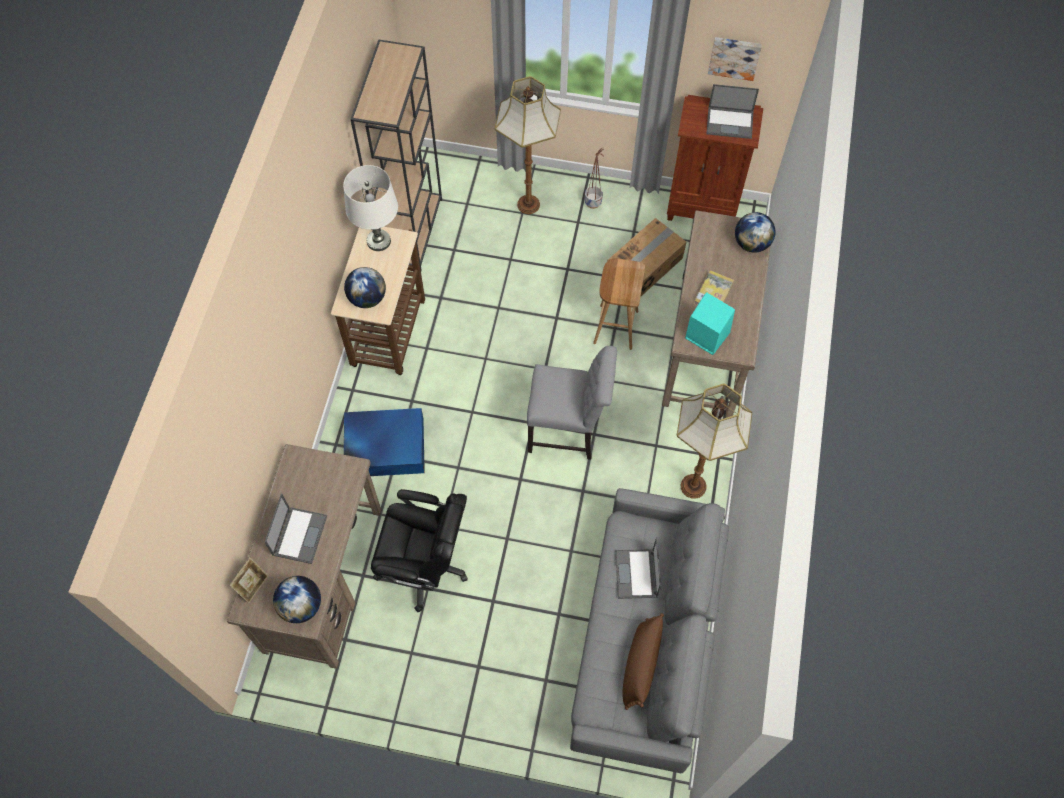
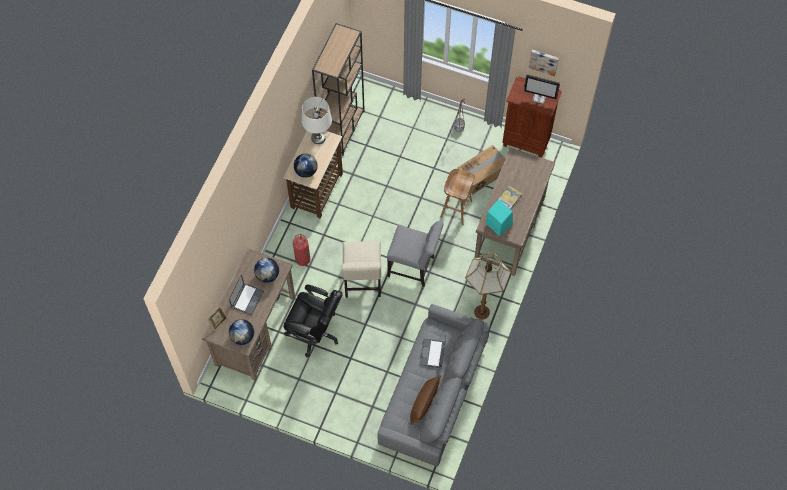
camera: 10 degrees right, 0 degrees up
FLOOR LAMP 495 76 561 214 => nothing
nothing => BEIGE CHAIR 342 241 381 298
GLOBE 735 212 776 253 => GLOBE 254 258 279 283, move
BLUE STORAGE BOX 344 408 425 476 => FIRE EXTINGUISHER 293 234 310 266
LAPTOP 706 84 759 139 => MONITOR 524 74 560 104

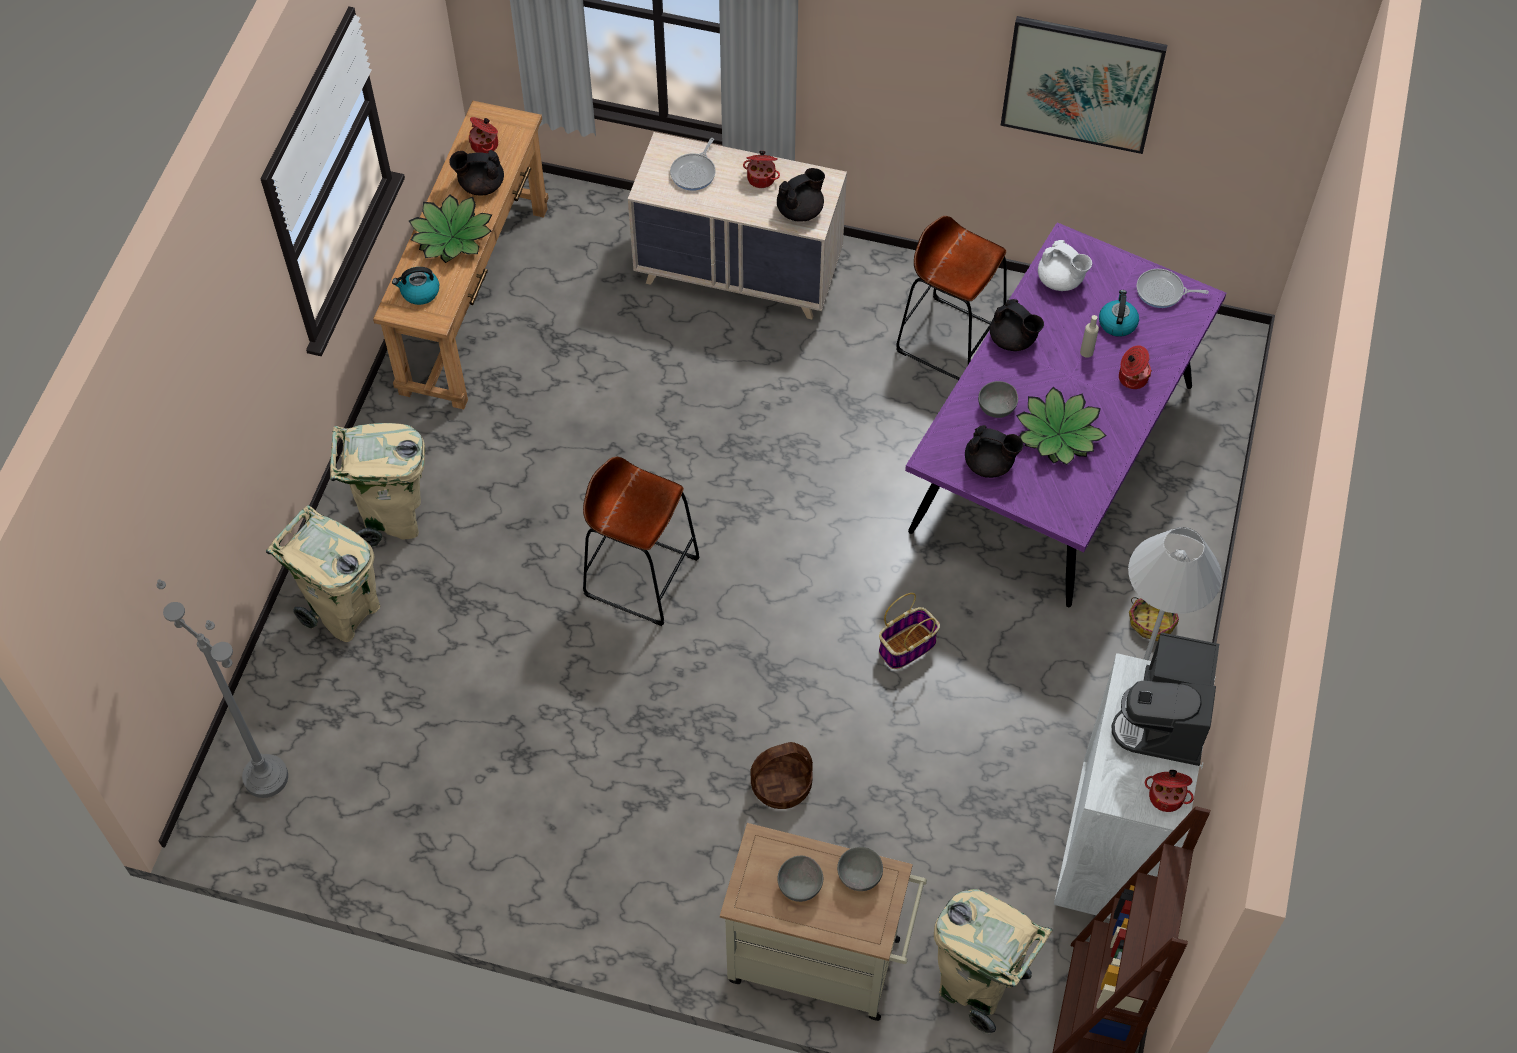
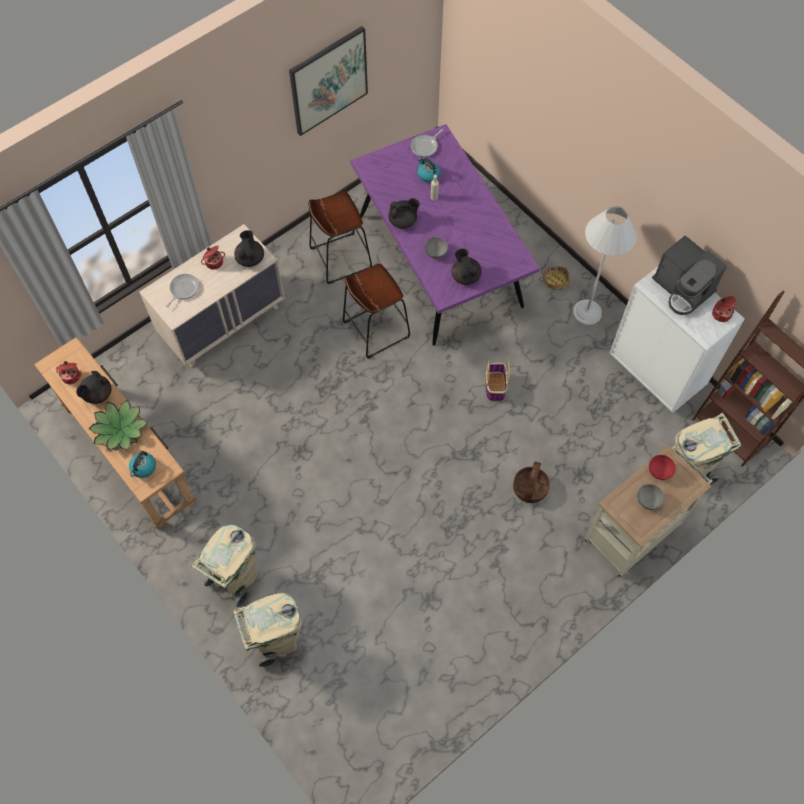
camera: 55 degrees left, 5 degrees up
GREY FLOOR LAMP 157 579 288 798 => nothing
POTTED PLANT 1016 387 1107 465 => nothing
WHITE TEAPOT 1038 240 1092 291 => nothing
COOKING POT 1119 345 1151 389 => nothing
BROWN STOOL 583 457 700 626 => BROWN STOOL 343 263 411 359, move
GREY BOWL 837 847 883 891 => RED BOWL 649 455 676 480
FRYING PAN 670 138 716 191 => FRYING PAN 166 274 199 308, 120 degrees counterclockwise
BLACK TEAPOT 965 425 1023 478 => BLACK TEAPOT 452 249 482 285, 75 degrees counterclockwise

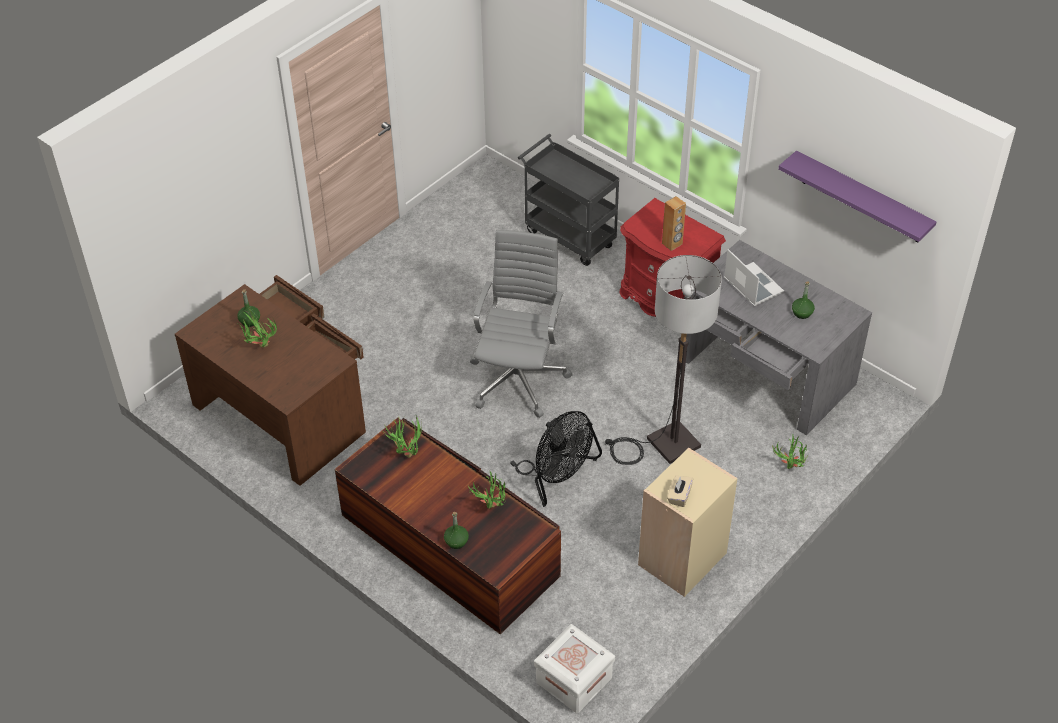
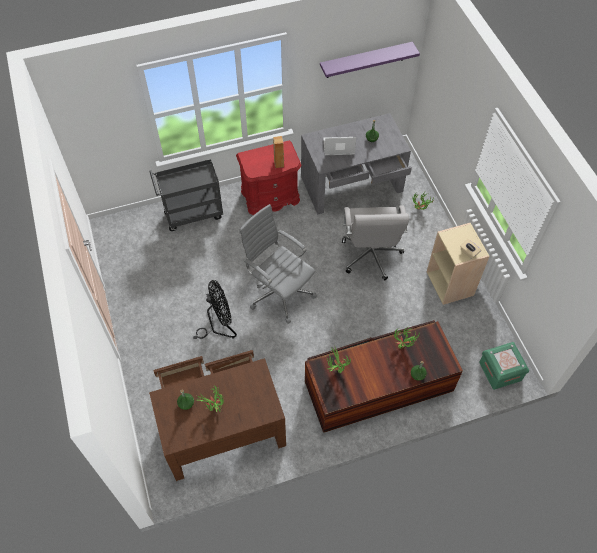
camera: 60 degrees left, 10 degrees up
BLACK FAN 510 411 602 507 => BLACK FAN 193 280 237 339, move
FLOOR LAMP 605 255 722 465 => GREY OFFICE CHAIR 342 205 409 280
WHITE STORAGE BOX 534 624 615 713 => GREEN STORAGE BOX 479 342 530 390

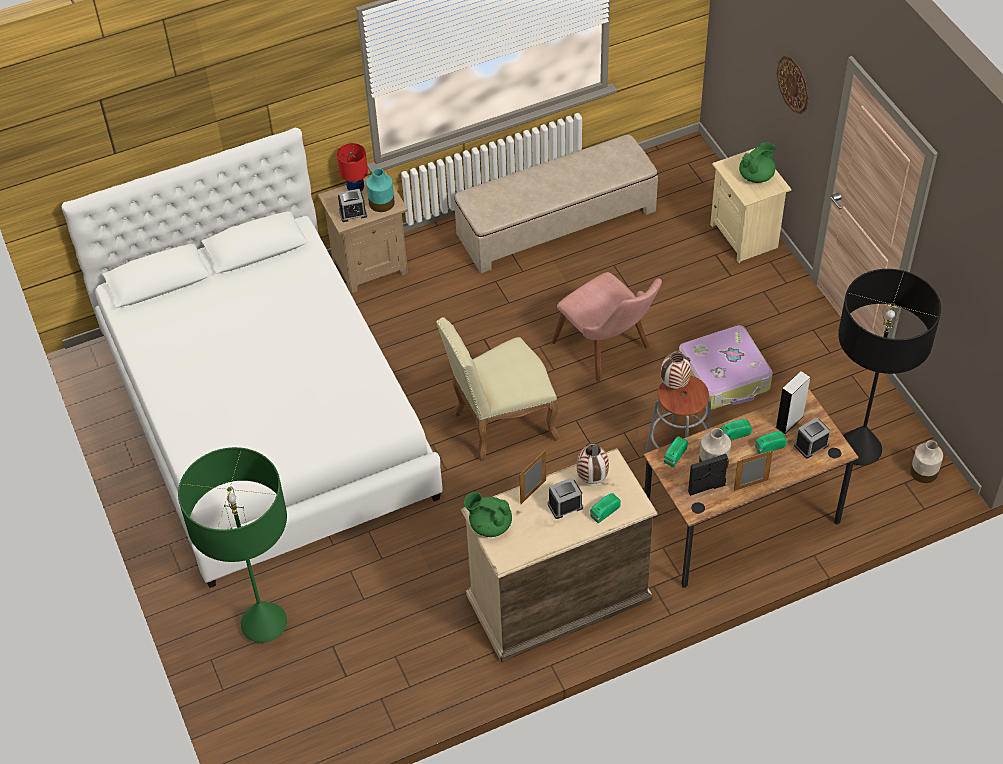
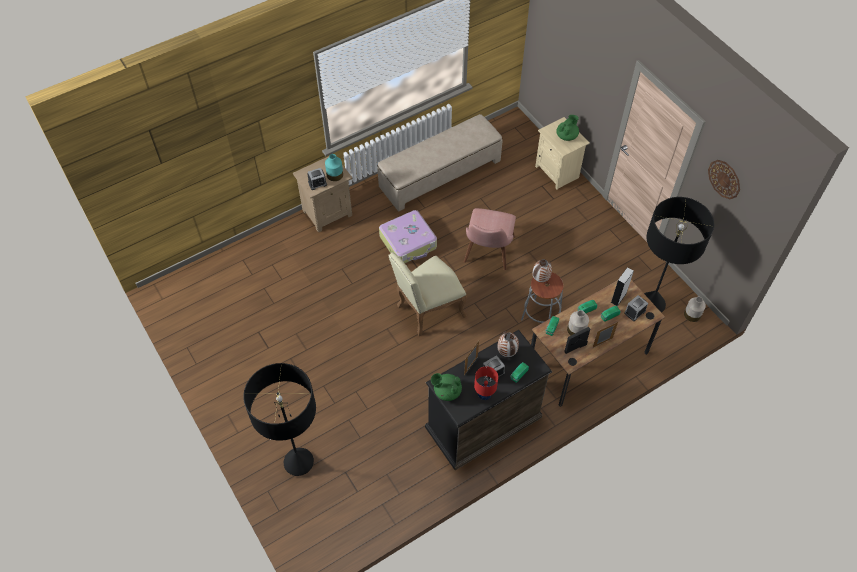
camera: 10 degrees left, 5 degrees up
WHITE BED 62 127 443 588 => nothing
RED TABLE LAMP 337 143 368 191 => RED TABLE LAMP 474 366 498 400, move
SUITCASE 679 325 773 410 => SUITCASE 379 210 437 263, move
WALL CLOCK 777 56 809 114 => WALL CLOCK 708 160 740 199, move
GREEN FLOOR LAMP 178 447 287 643 => BLACK FLOOR LAMP 243 363 316 476
BEIGE DRESSER 461 448 658 662 => BLACK DRESSER 425 330 552 470
PINK CHAIR 552 272 662 381 => PINK CHAIR 464 208 516 270, 60 degrees clockwise

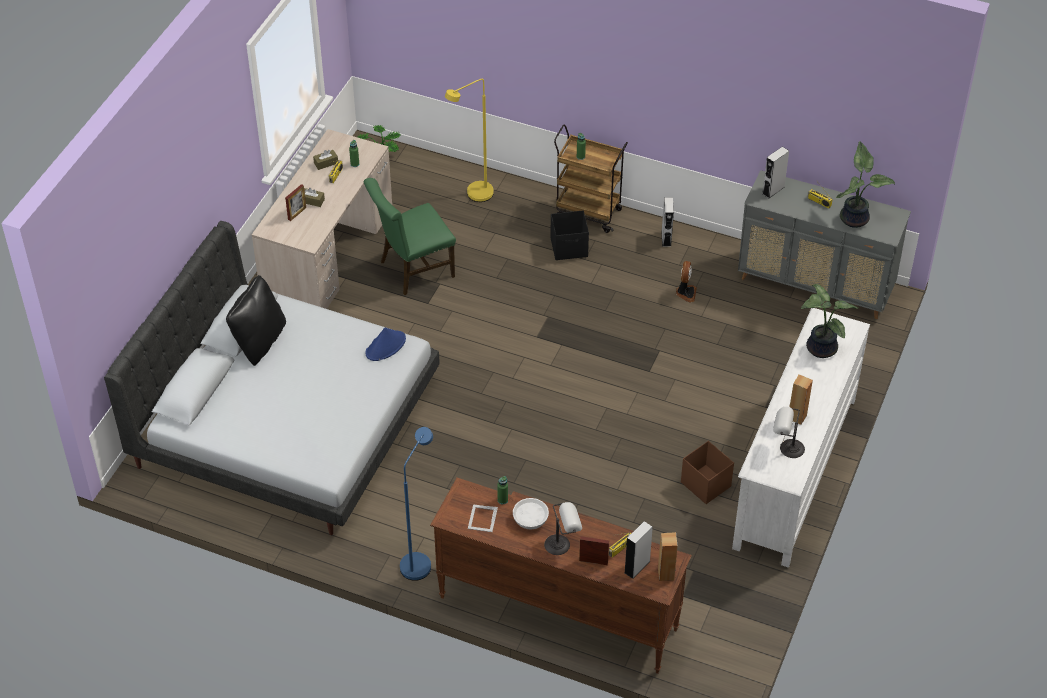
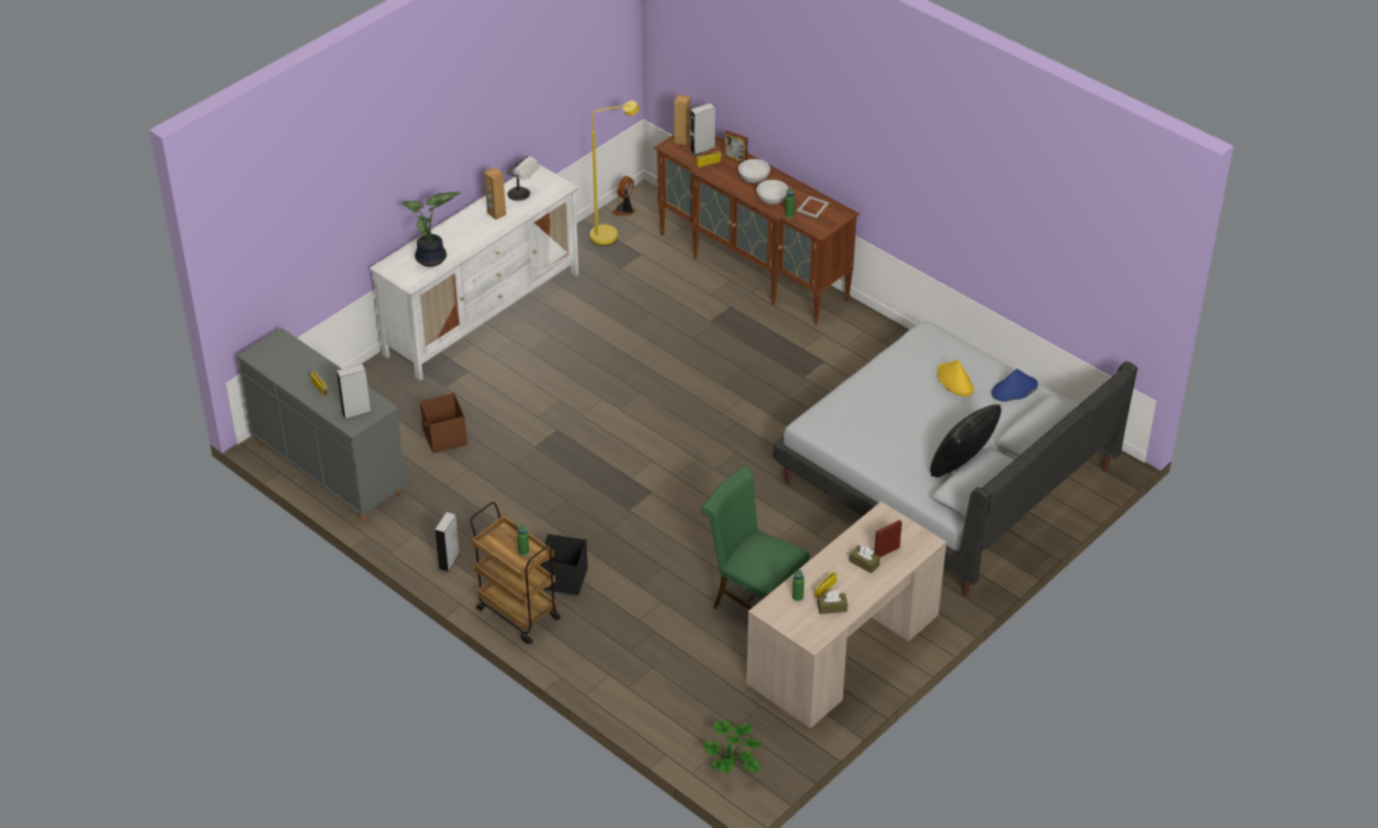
camera: 160 degrees left, 5 degrees down
BLUE FLOOR LAMP 400 427 433 581 => nothing
POTTED PLANT 836 141 895 228 => nothing
nothing => YELLOW HAT 936 360 974 397
BLUE HAT 366 327 406 361 => BLUE HAT 991 369 1038 402, move
YELLOW FLOOR LAMP 445 79 494 202 => YELLOW FLOOR LAMP 590 101 639 246, move
FAN 676 261 697 302 => FAN 611 176 635 216, move
BROWN STORAGE BOX 681 441 734 504 => BROWN STORAGE BOX 420 393 467 454, move
TABLE LAMP 544 502 582 555 => WHITE BOWL 738 159 770 183
GREEN CHAIR 364 178 456 295 => GREEN CHAIR 701 466 810 610, 135 degrees counterclockwise

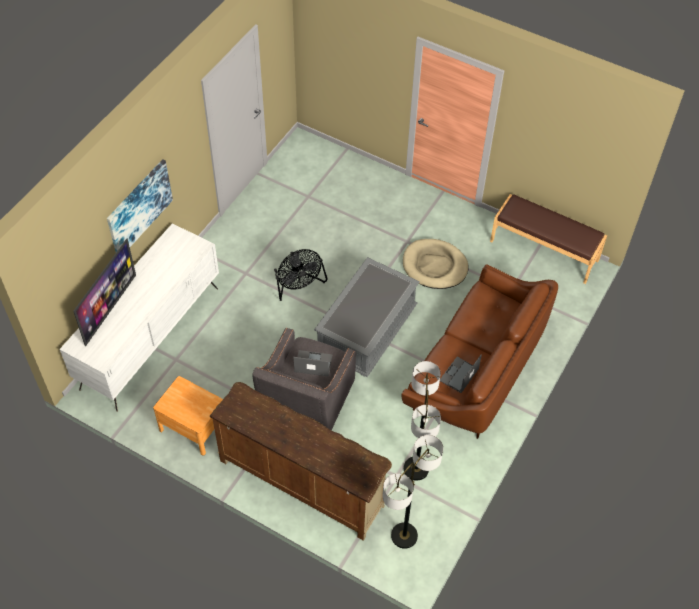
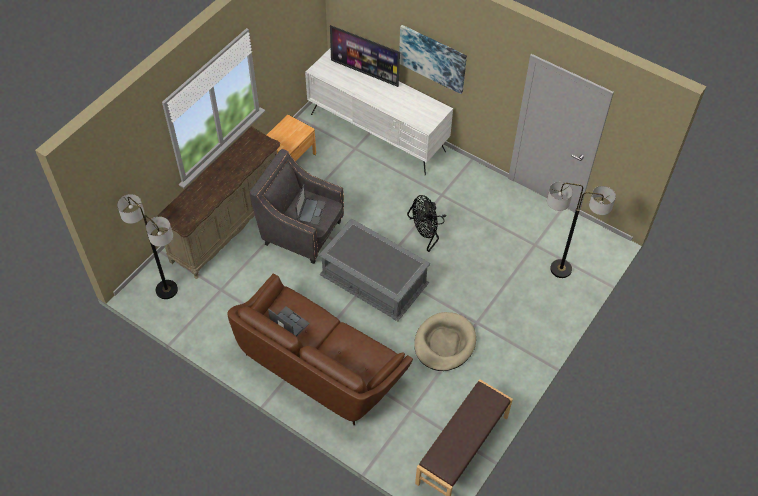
camera: 95 degrees right, 0 degrees up
FLOOR LAMP 404 361 441 481 => FLOOR LAMP 547 182 616 278, move

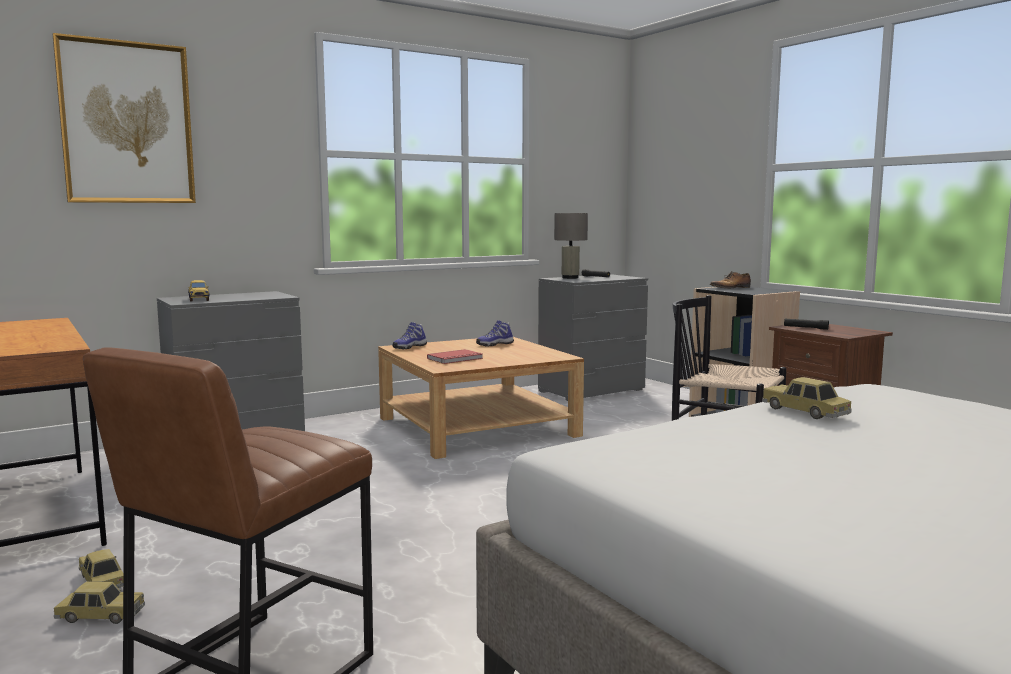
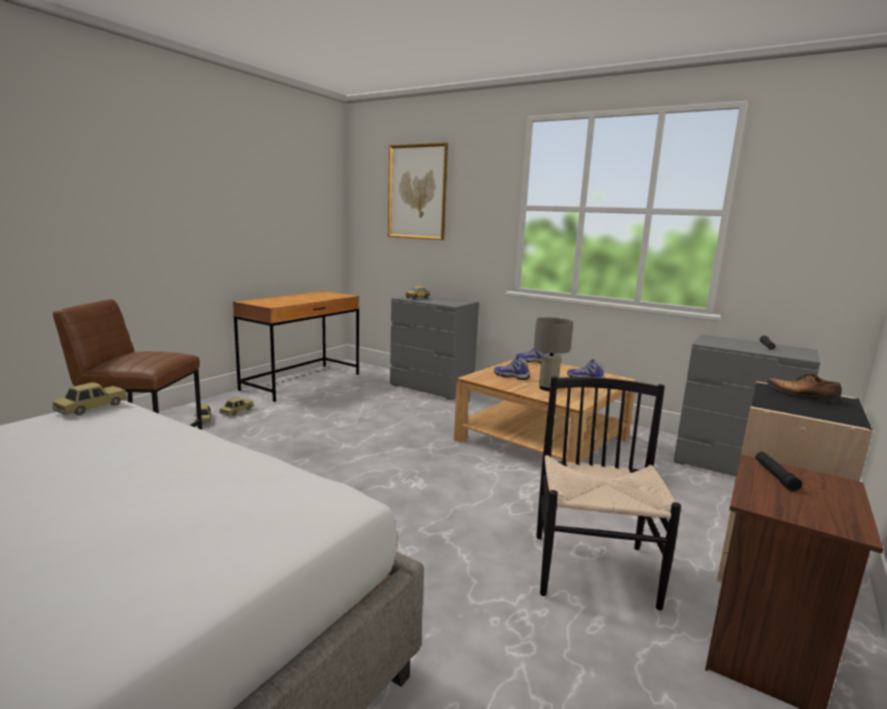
camera: 65 degrees right, 5 degrees up
GREY TABLE LAMP 554 213 588 279 => GREY TABLE LAMP 534 317 573 391, move
TOY CAR 762 377 852 419 => TOY CAR 52 382 127 415, move
RED BOOK 427 349 483 364 => SHOE 494 356 530 380

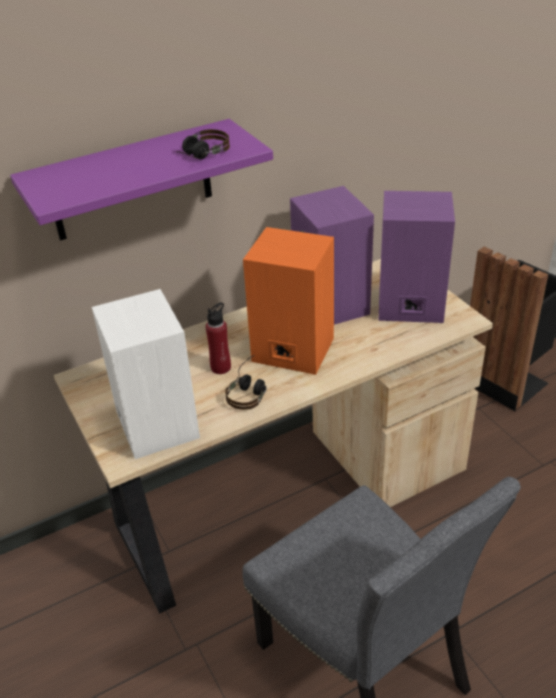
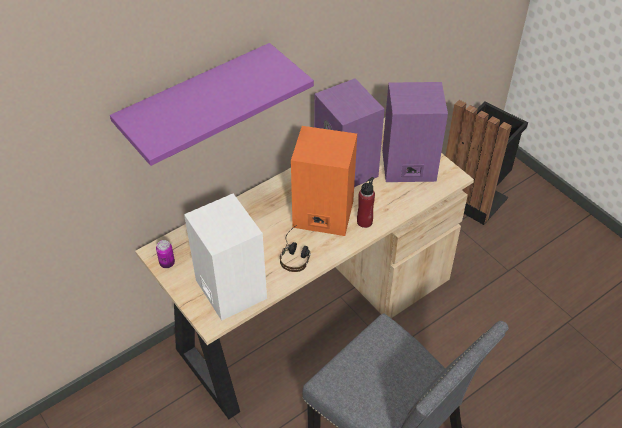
camera: 10 degrees left, 10 degrees up
HEADPHONES 176 129 230 160 => nothing
nothing => CAN 156 240 175 268
RED BOTTLE 206 302 231 374 => RED BOTTLE 357 177 375 228, move

